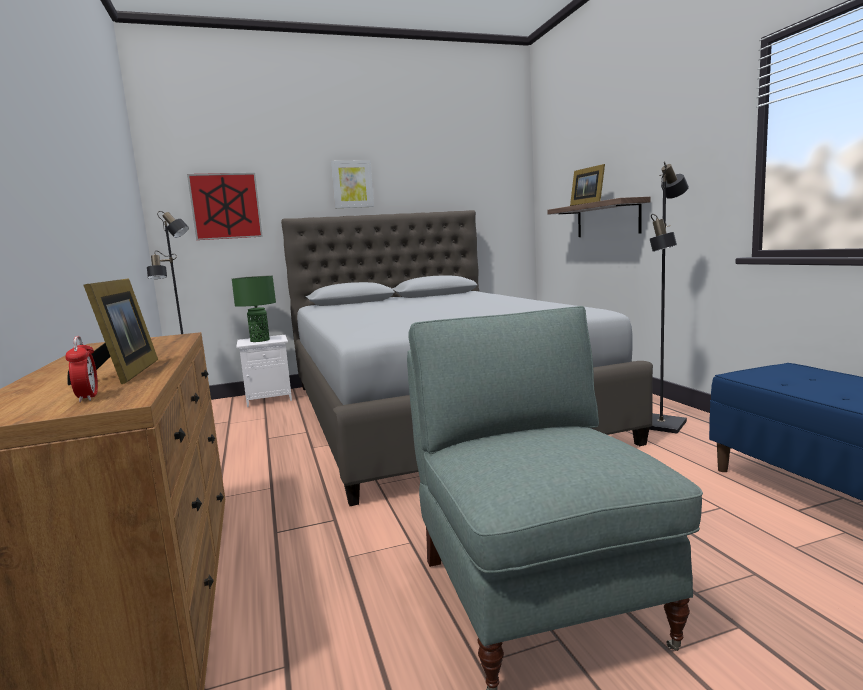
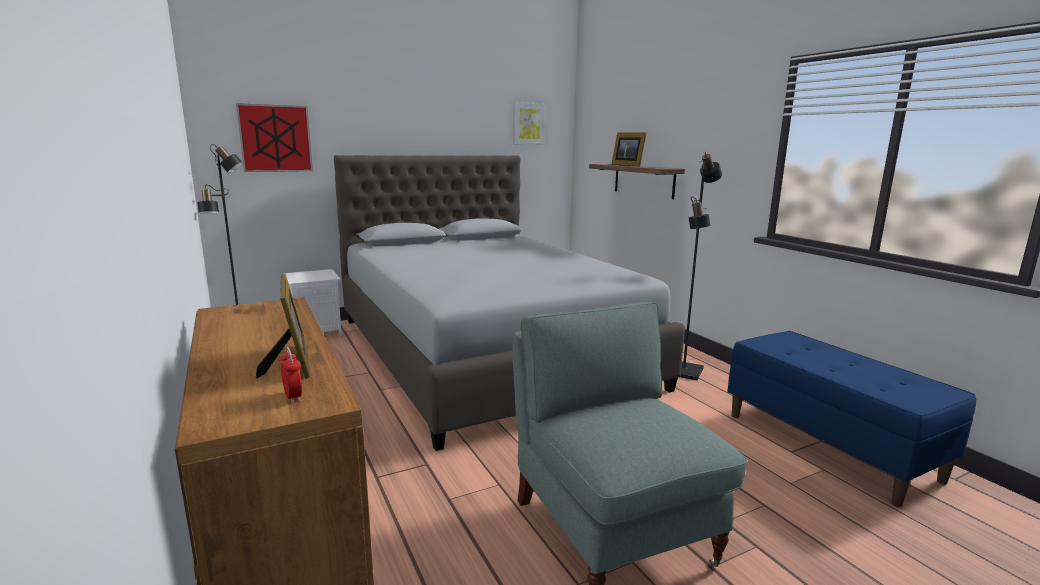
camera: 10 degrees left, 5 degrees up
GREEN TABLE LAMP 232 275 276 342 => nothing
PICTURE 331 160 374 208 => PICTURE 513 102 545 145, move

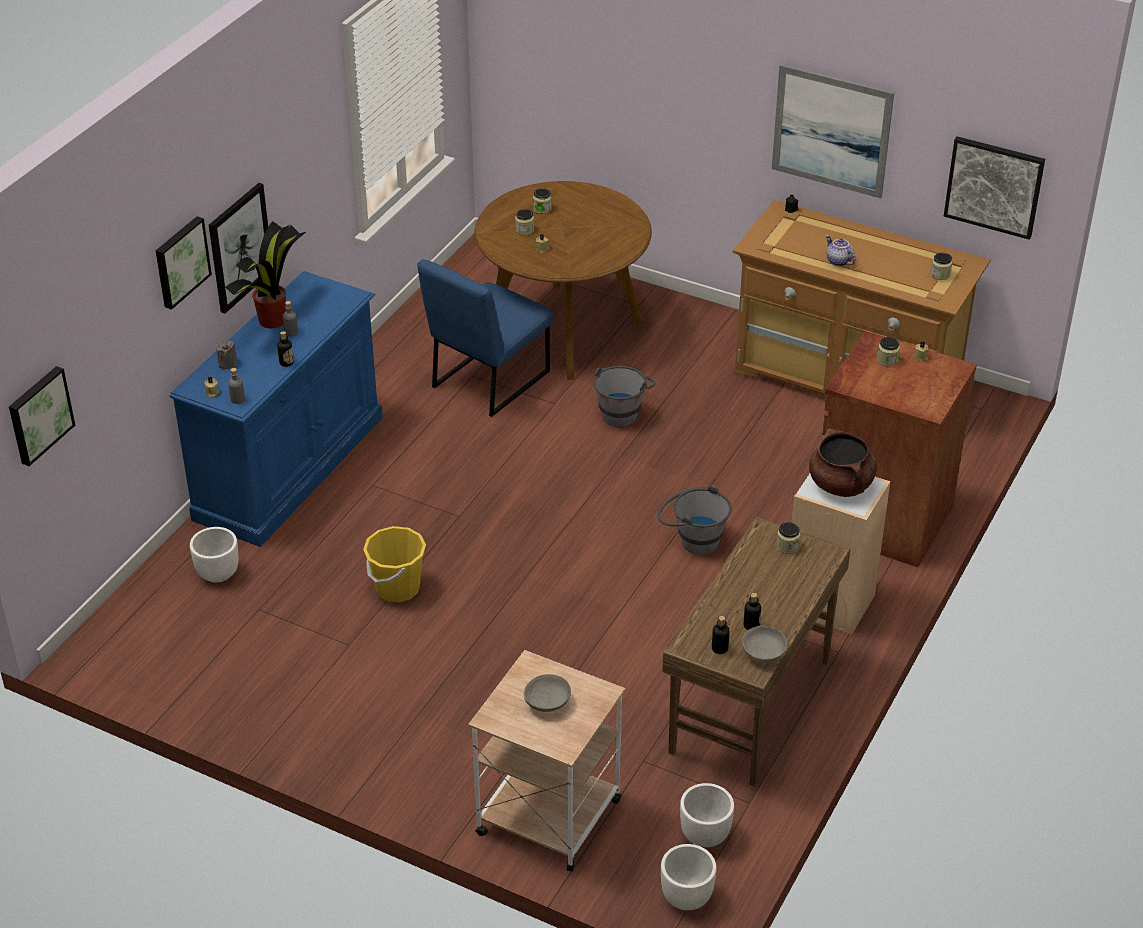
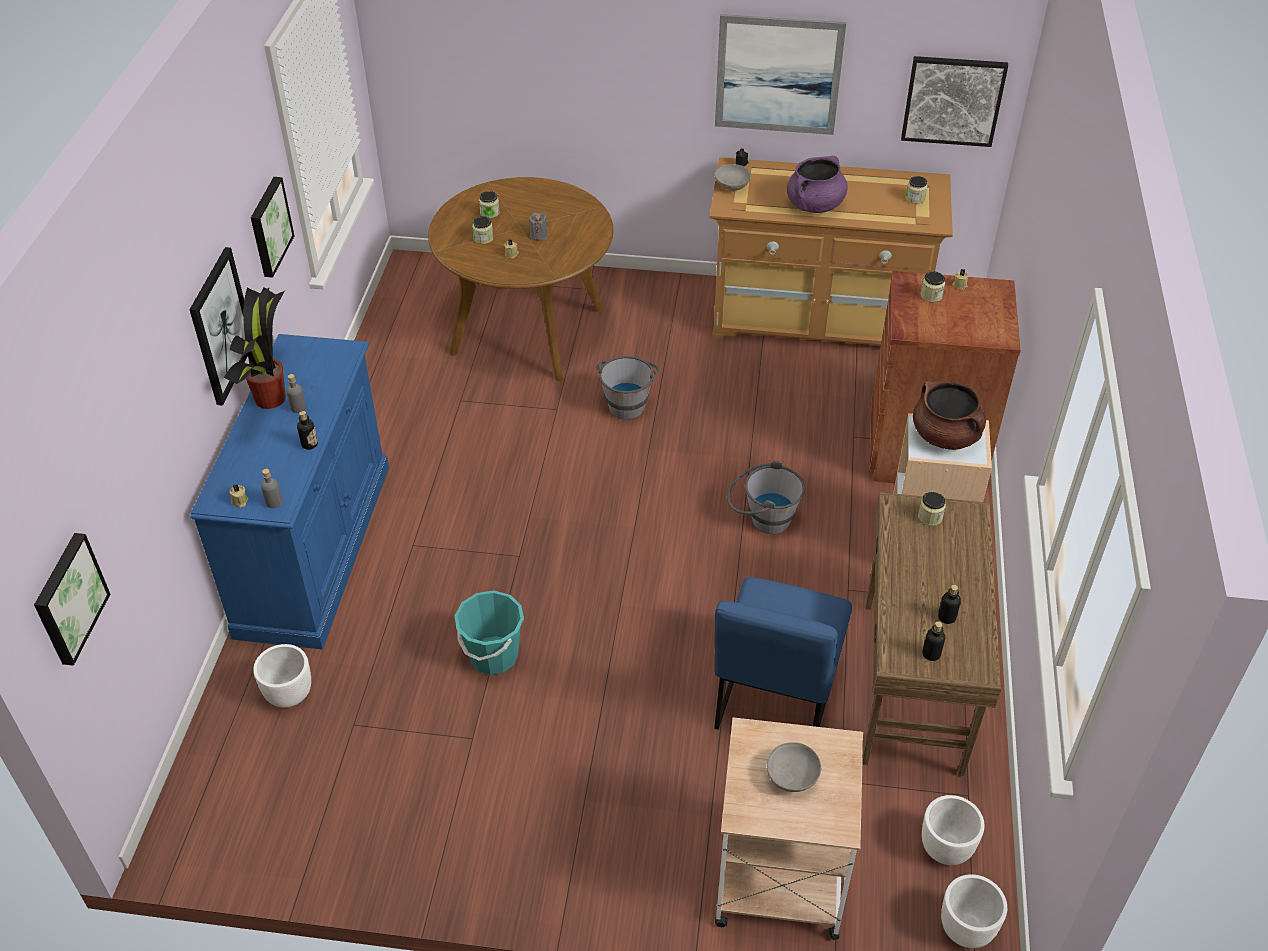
camera: 20 degrees left, 5 degrees up
PICTURE 156 217 212 310 => PICTURE 251 177 295 278, move
GREY CANDLE 216 340 237 369 => GREY CANDLE 529 212 548 241, move
BLUE CHAIR 417 259 553 417 => BLUE CHAIR 714 577 852 730, move
GREY BOWL 742 626 788 663 => GREY BOWL 714 164 751 190, move
TEAPOT 826 235 856 266 => PURPLE COOKING POT 787 156 848 213
YELLOW BUCKET 363 526 426 603 => TURQUOISE BUCKET 455 590 524 675

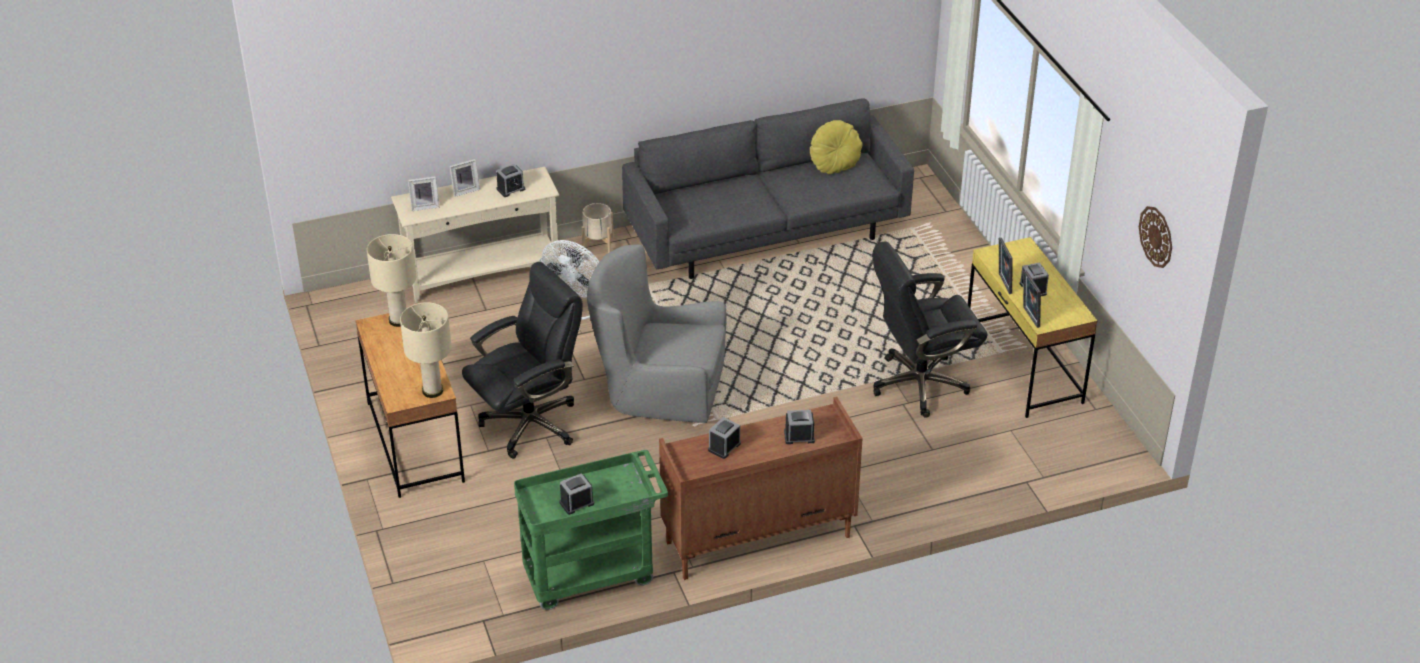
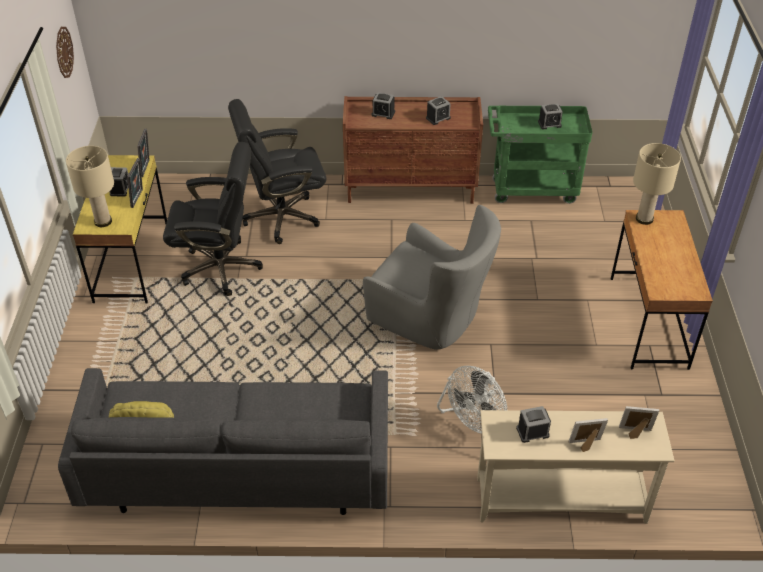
camera: 160 degrees left, 5 degrees up
BEIGE PLANTER 581 203 614 253 => nothing
BEIGE TABLE LAMP 367 234 416 327 => BEIGE TABLE LAMP 66 146 114 227, move
BLACK OFFICE CHAIR 462 262 583 458 => BLACK OFFICE CHAIR 228 99 326 244, move

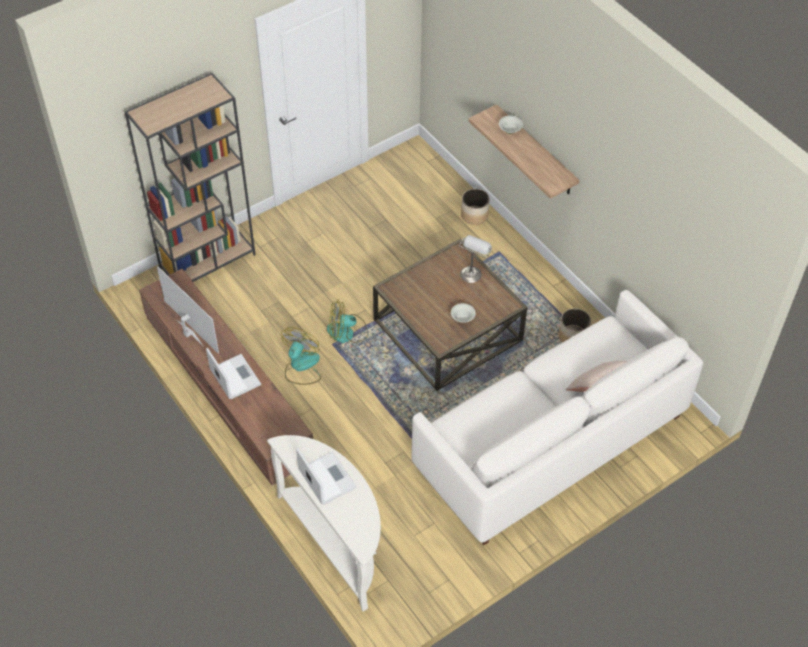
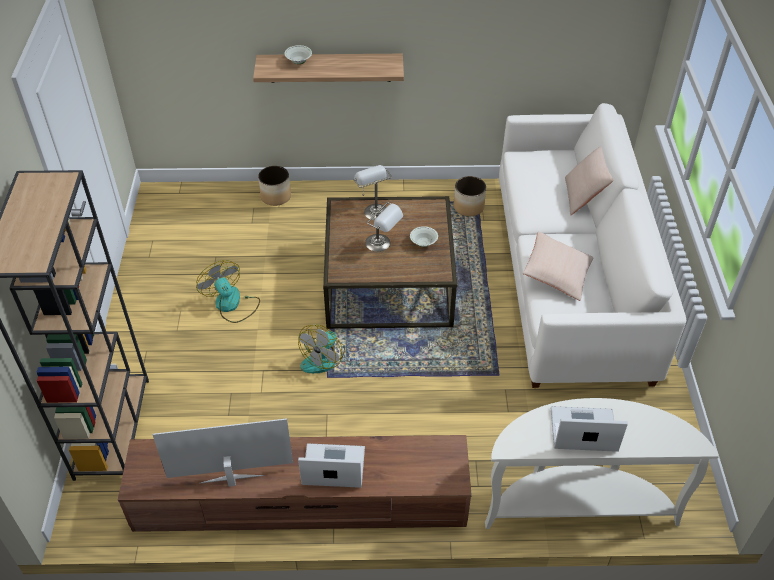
camera: 55 degrees left, 5 degrees down
nothing => WHITE TABLE LAMP 365 202 403 252
nothing => BEIGE PILLOW 523 232 593 301
FAN 281 327 321 385 => FAN 196 260 260 323, move

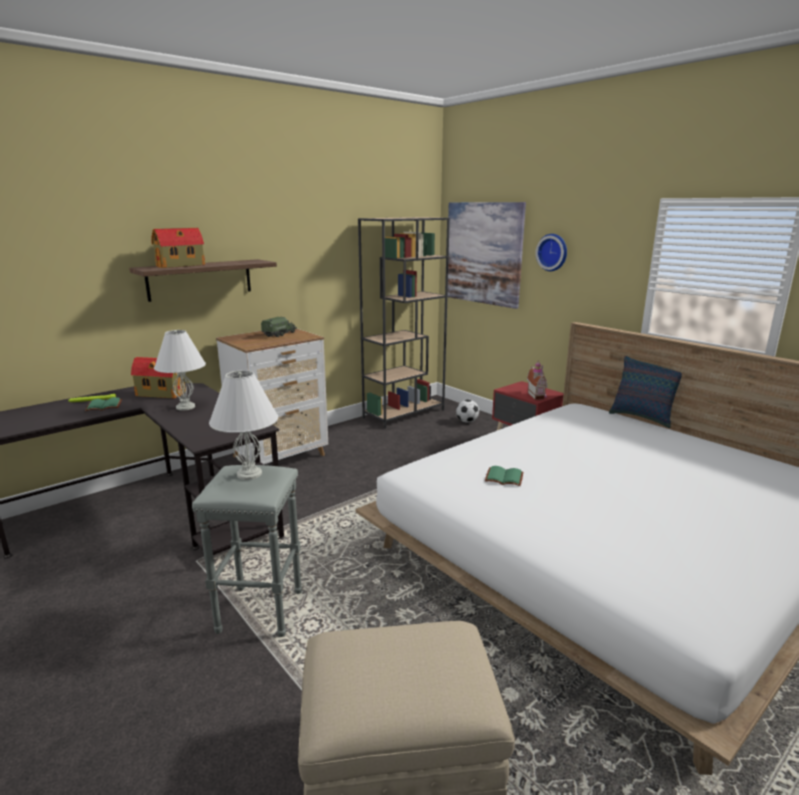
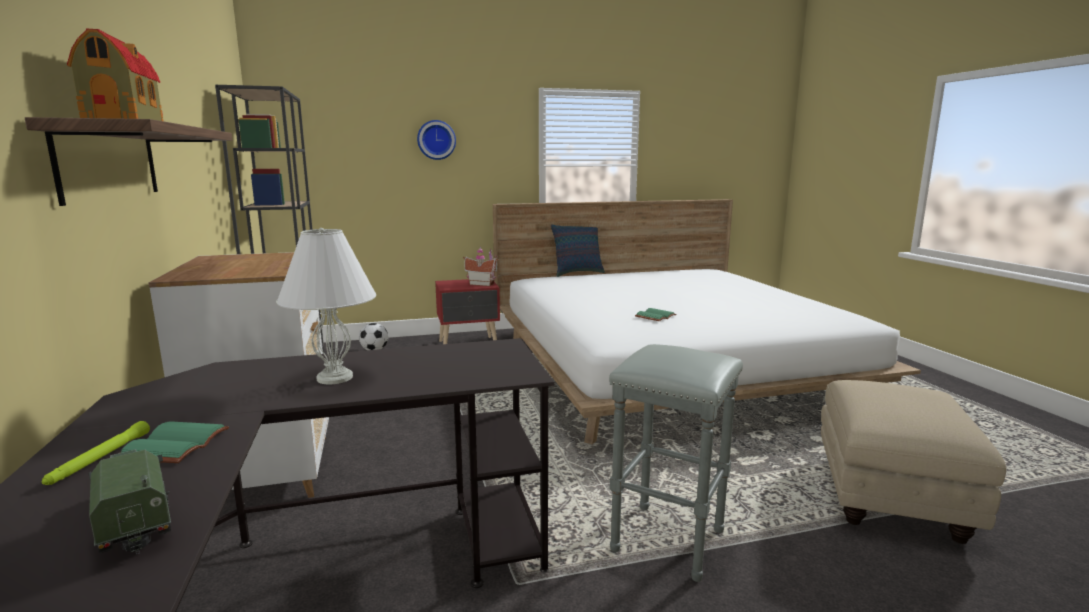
camera: 65 degrees left, 5 degrees down
TOY HOUSE 131 357 186 399 => nothing
WHITE TABLE LAMP 209 370 278 480 => nothing
PICTURE 447 202 526 309 => nothing
TOY TRUCK 261 317 297 337 => TOY TRUCK 88 449 171 554, move

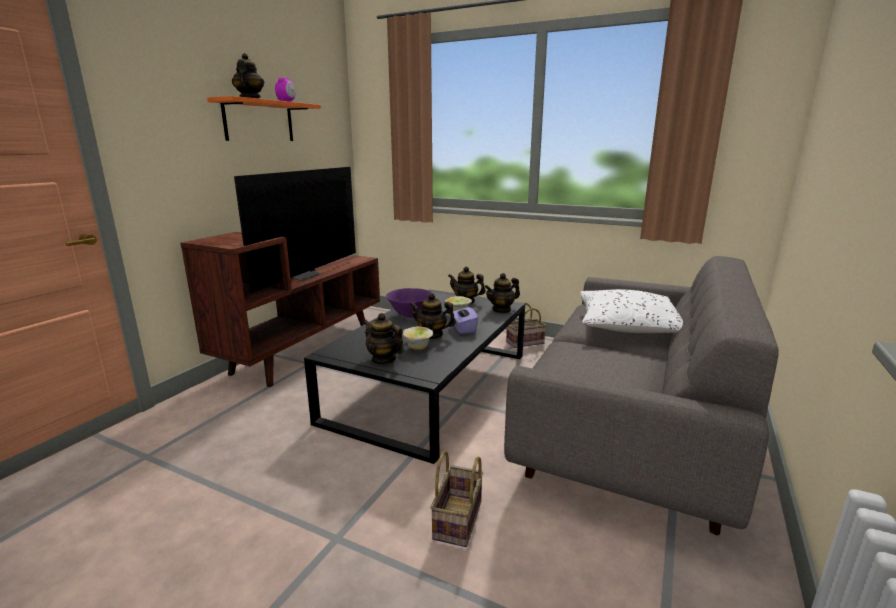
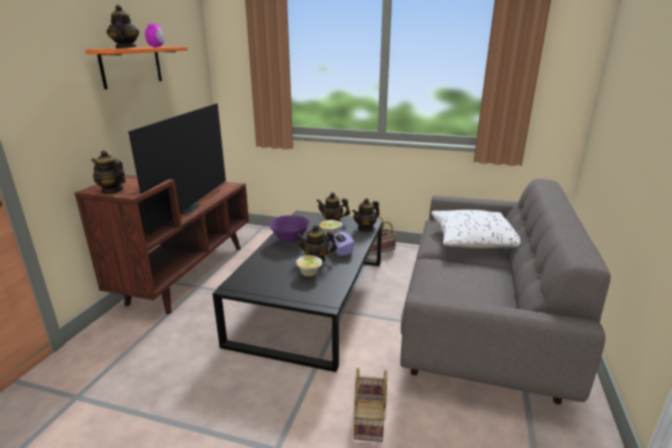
camera: 10 degrees left, 5 degrees up
TEAPOT 363 313 404 365 => TEAPOT 92 150 126 194, move

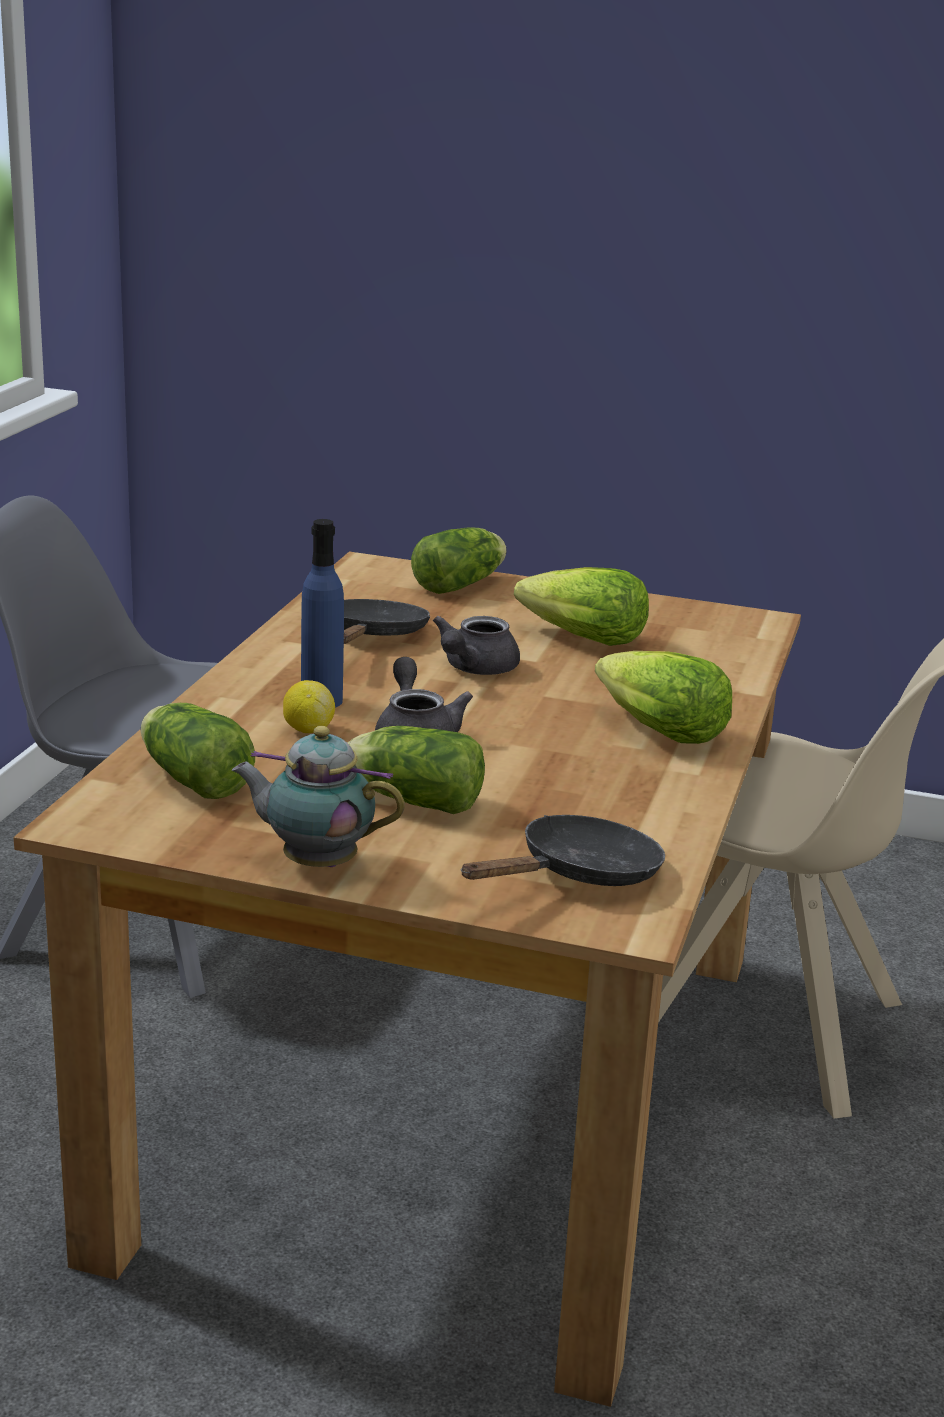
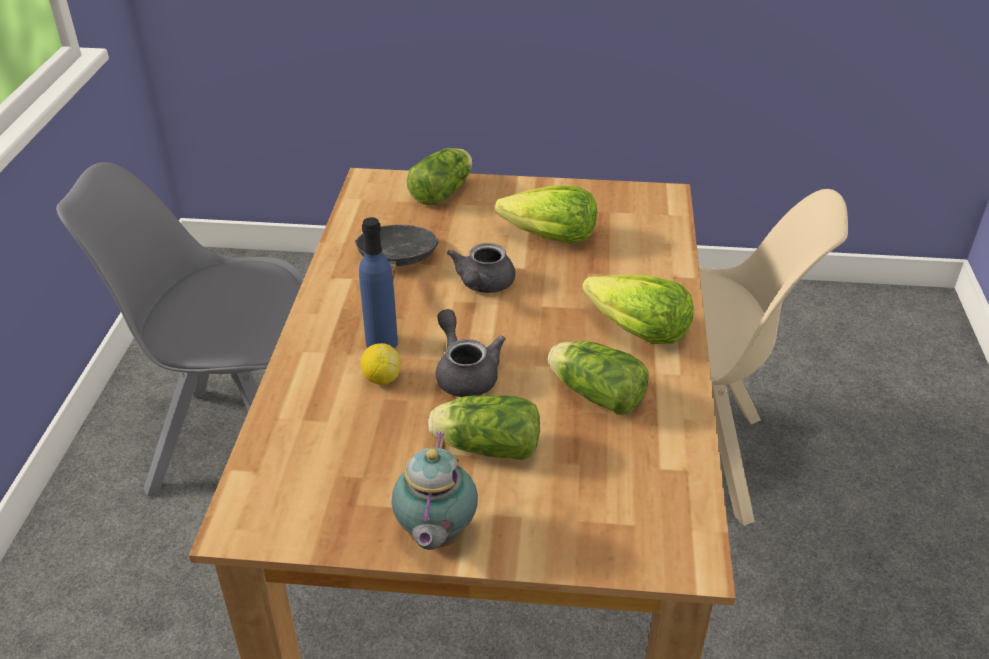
camera: 10 degrees left, 15 degrees up
BLACK FRYING PAN 461 815 665 886 => nothing
LETTUCE 141 703 255 799 => LETTUCE 548 341 649 415, move
TEAPOT 232 726 405 867 => TEAPOT 392 432 478 550, 90 degrees counterclockwise

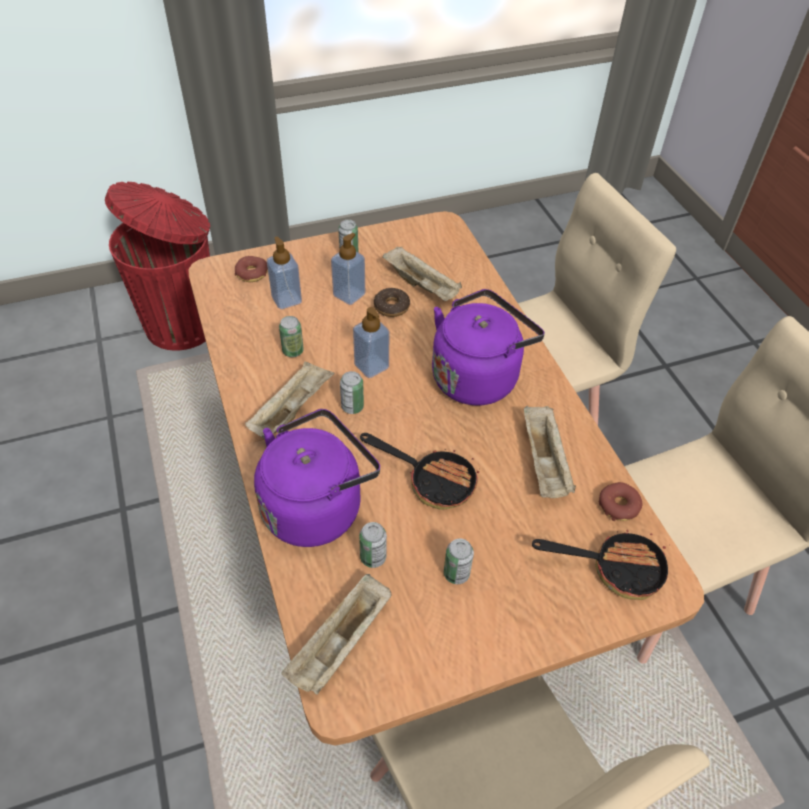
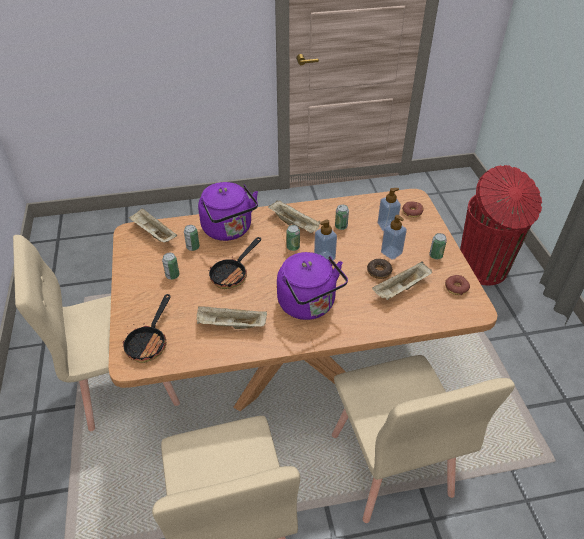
camera: 100 degrees right, 5 degrees down
DONUT 599 482 642 521 => DONUT 445 275 470 295, move

